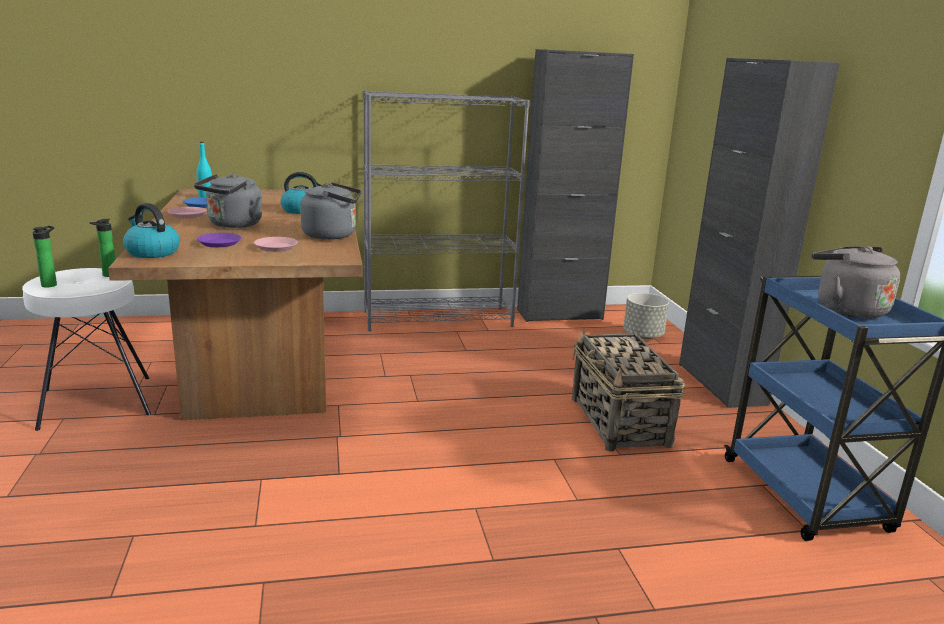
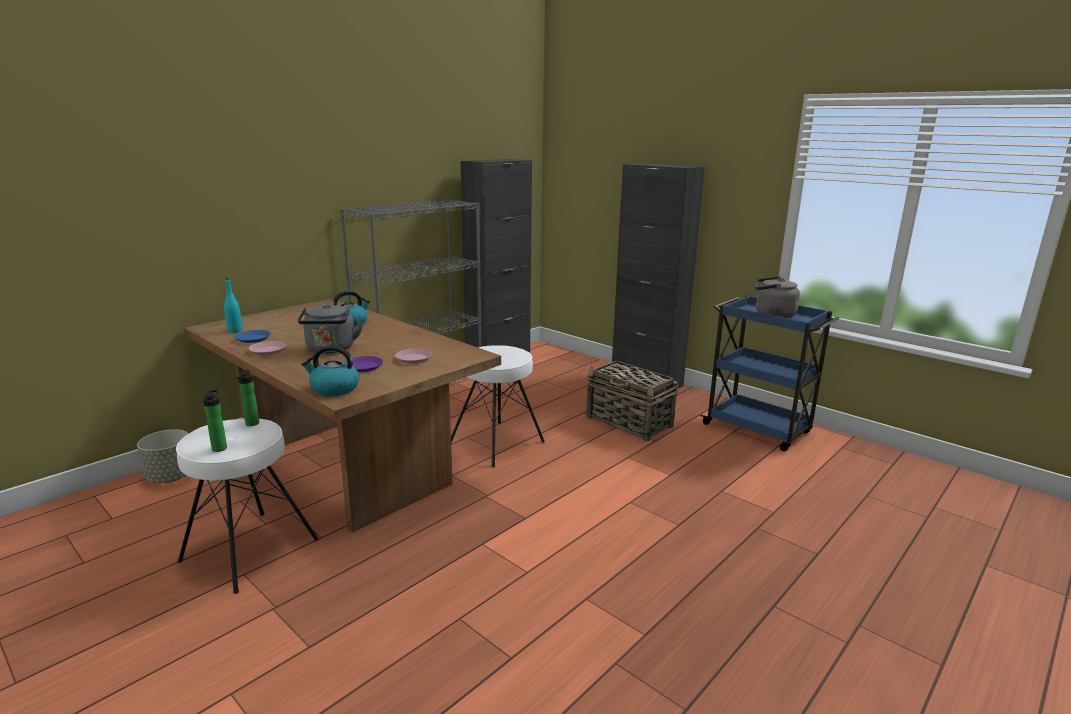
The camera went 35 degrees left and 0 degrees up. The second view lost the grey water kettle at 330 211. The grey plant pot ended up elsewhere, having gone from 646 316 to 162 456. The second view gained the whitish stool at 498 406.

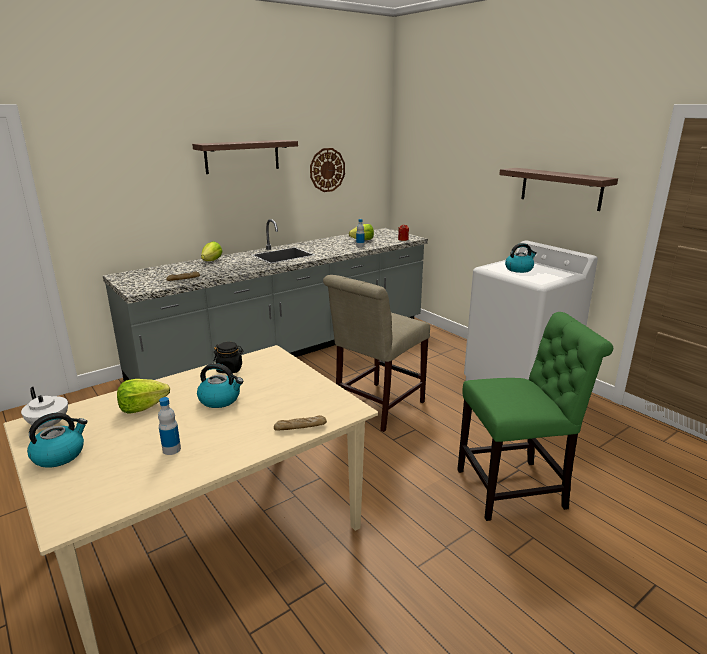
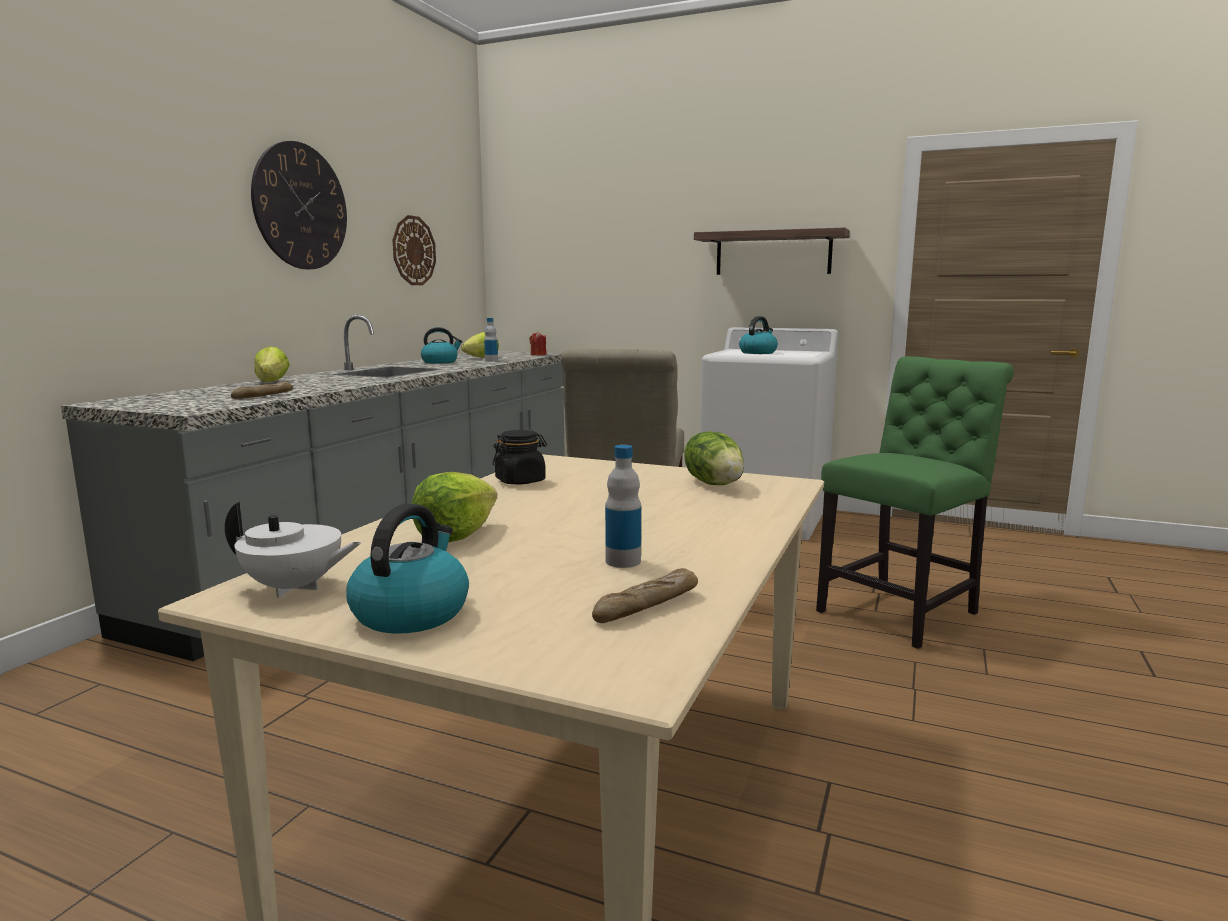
The camera went 30 degrees left and 10 degrees down. Where the wall shelf hung at 245 157, the wall clock came to hang at 299 205. The water kettle ended up elsewhere, having gone from 220 385 to 442 345. The bakery bread ended up elsewhere, having gone from 300 423 to 645 595. The second view gained the lettuce at 714 458.

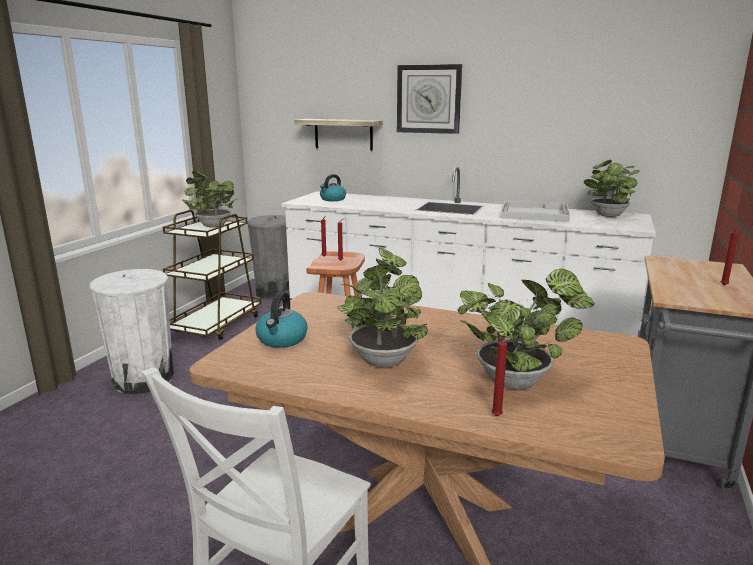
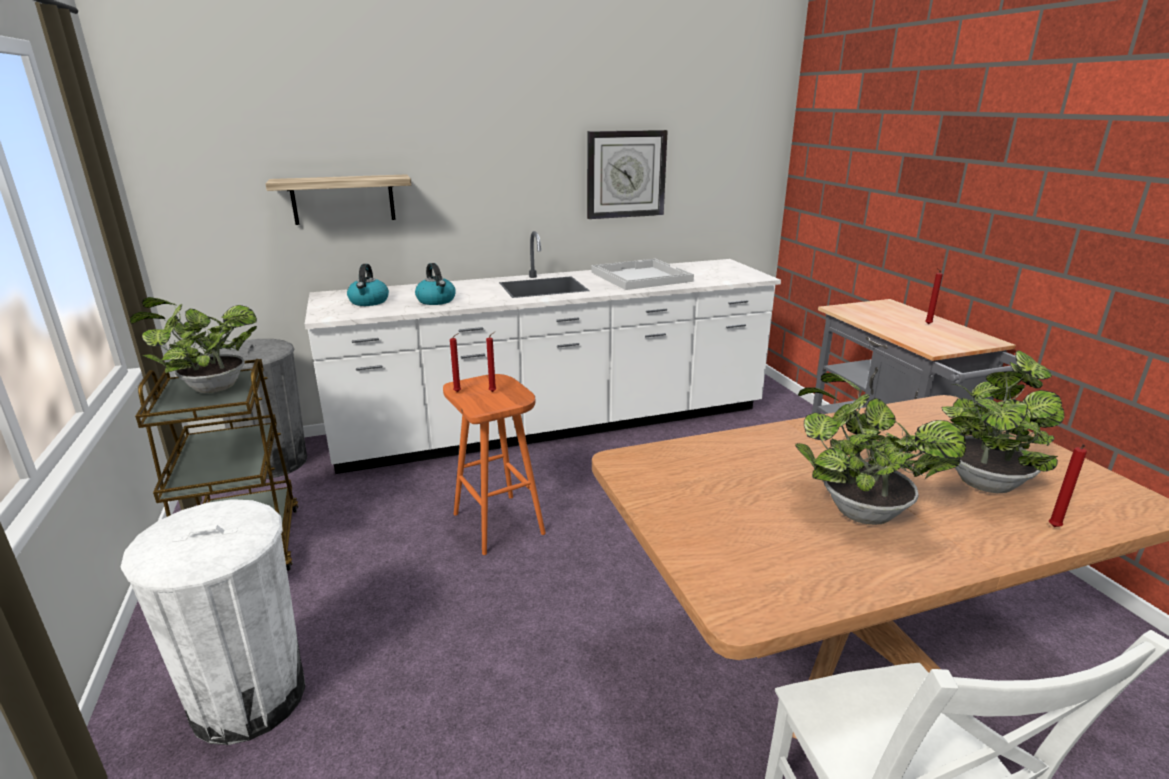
The camera went 40 degrees left and 5 degrees up. The wall clock ended up elsewhere, having gone from 429 99 to 627 174. The second view lost the houseplant at 612 188. The water kettle ended up elsewhere, having gone from 282 320 to 435 284.

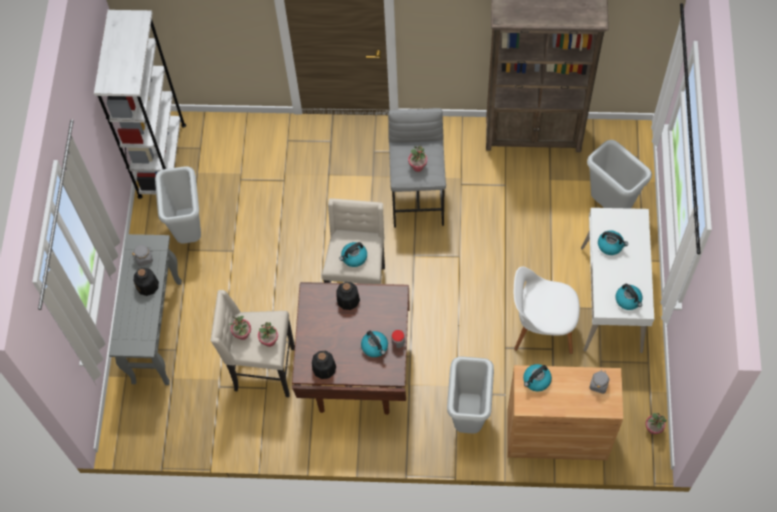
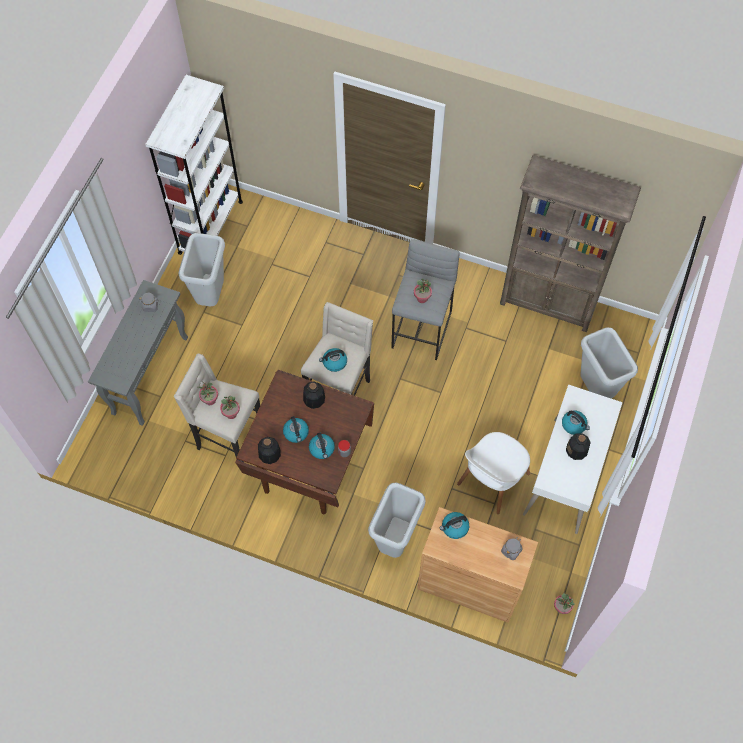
The camera went 15 degrees right and 0 degrees up. The whitish upright chair at 547 310 ended up facing another way, 75 degrees counterclockwise from before. The drink bottle ended up elsewhere, having gone from 146 282 to 578 446. The water kettle ended up elsewhere, having gone from 629 297 to 296 429.

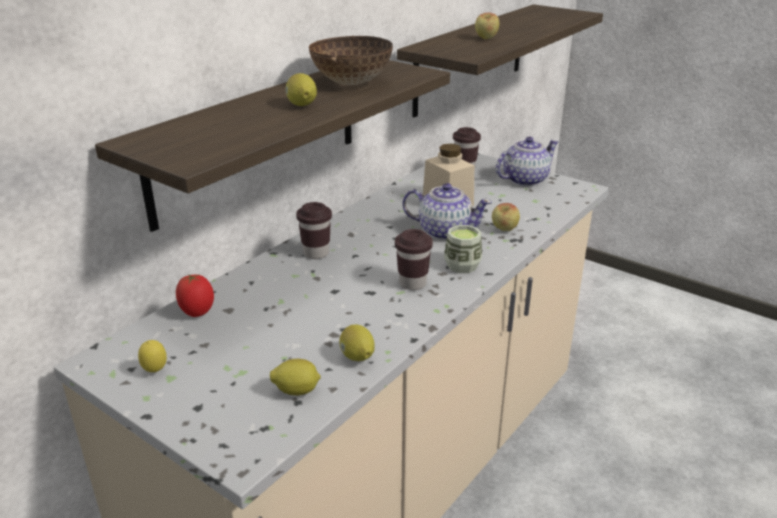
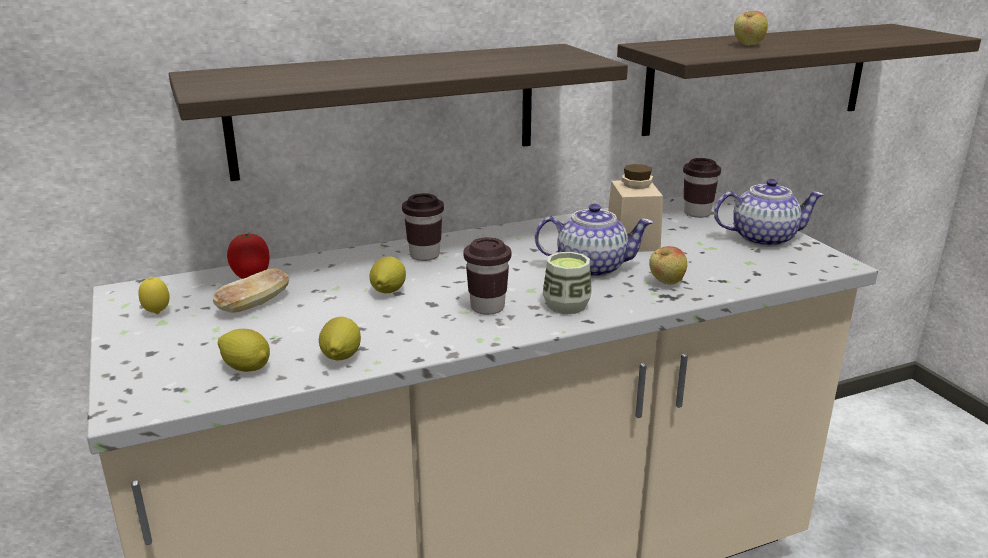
The camera went 30 degrees right and 5 degrees down. The second view lost the bowl at 351 60. The whole lemon ended up elsewhere, having gone from 301 89 to 387 274. The tea pot at 447 211 ended up facing another way, 45 degrees counterclockwise from before. The second view gained the bakery bread at 251 290.

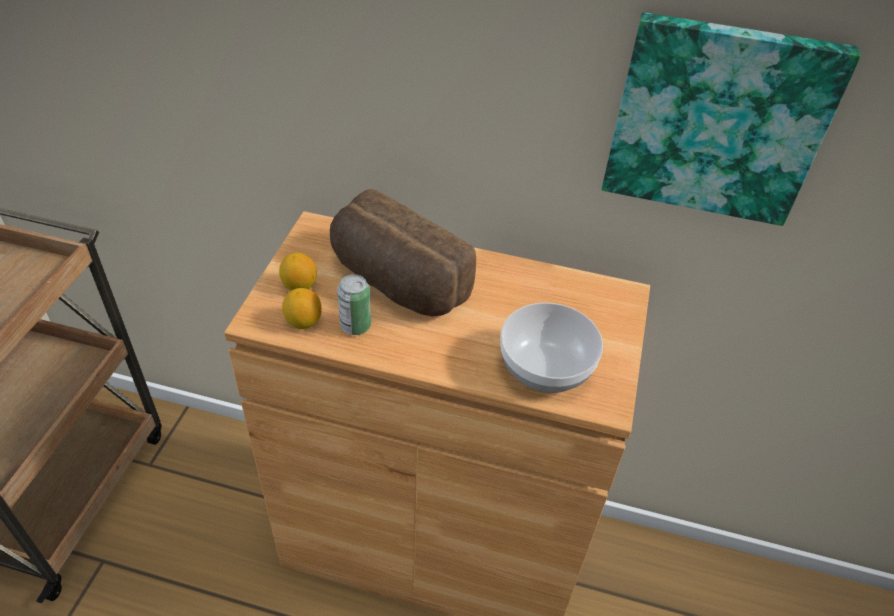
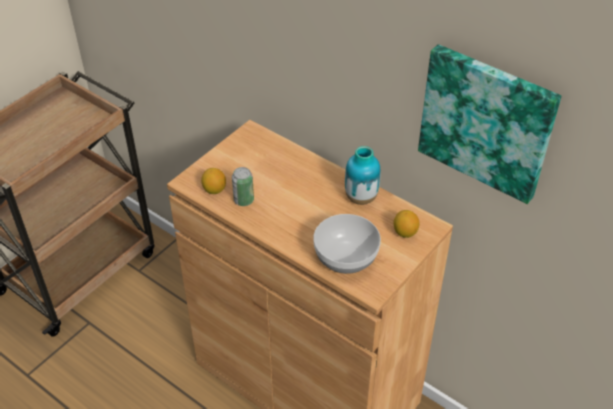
The camera went 25 degrees right and 0 degrees up. The second view lost the bakery bread at 403 252. The whole lemon ended up elsewhere, having gone from 298 271 to 406 224. The second view gained the flower vase at 363 175.

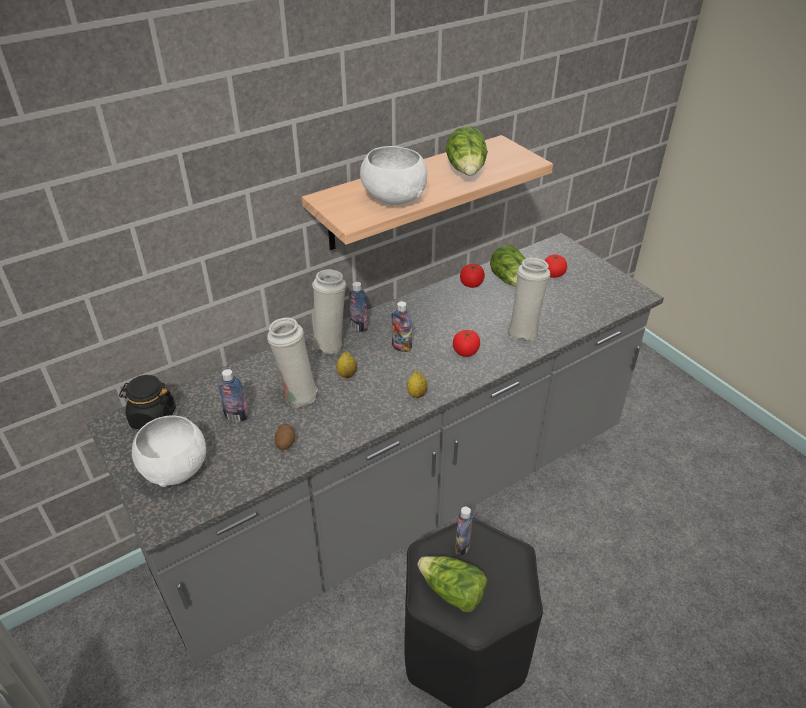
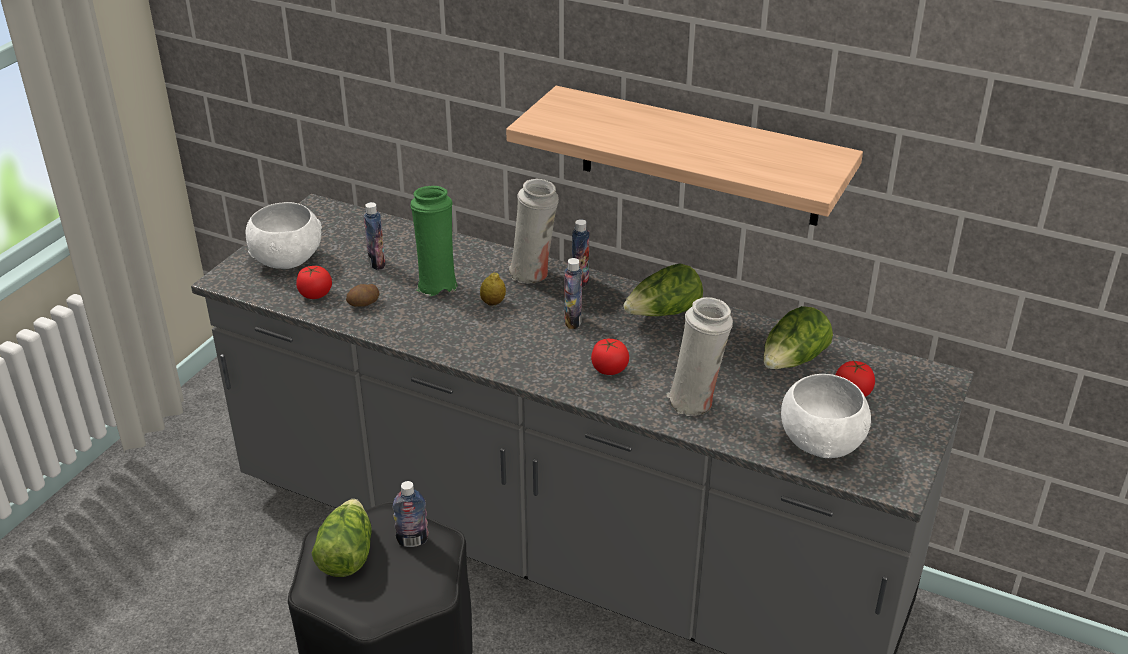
The camera went 60 degrees right and 5 degrees down. The lettuce ended up elsewhere, having gone from 467 151 to 663 289. The whitish bowl ended up elsewhere, having gone from 393 175 to 826 416. The fresh tomato ended up elsewhere, having gone from 472 276 to 314 282. What was the whitish flower vase at 292 362 turned into the green flower vase at 434 241. The second view lost the whole lemon at 417 384. The second view lost the blackish jar at 147 402.

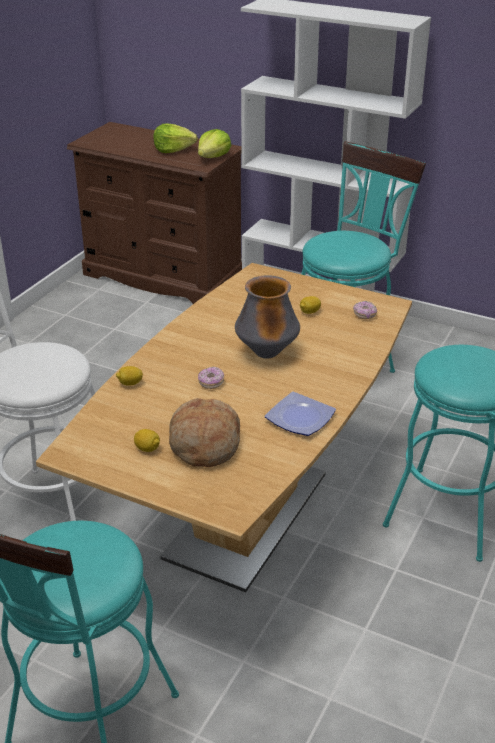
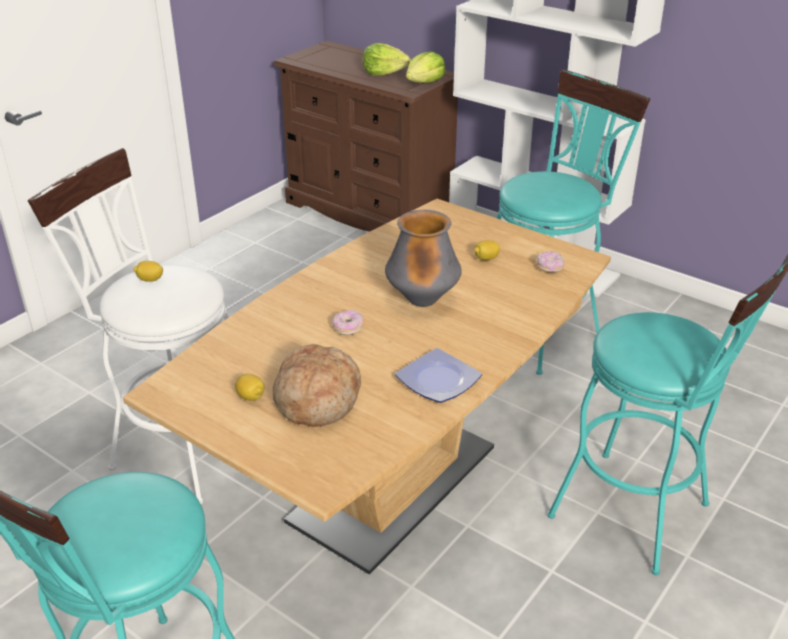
The camera went 10 degrees right and 0 degrees up. The whole lemon ended up elsewhere, having gone from 129 376 to 148 271.

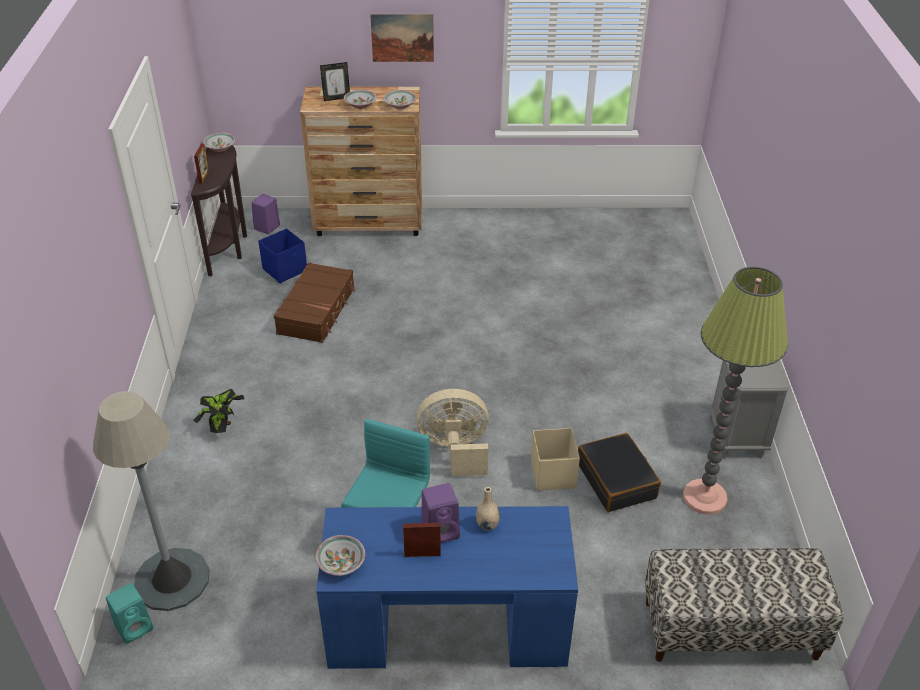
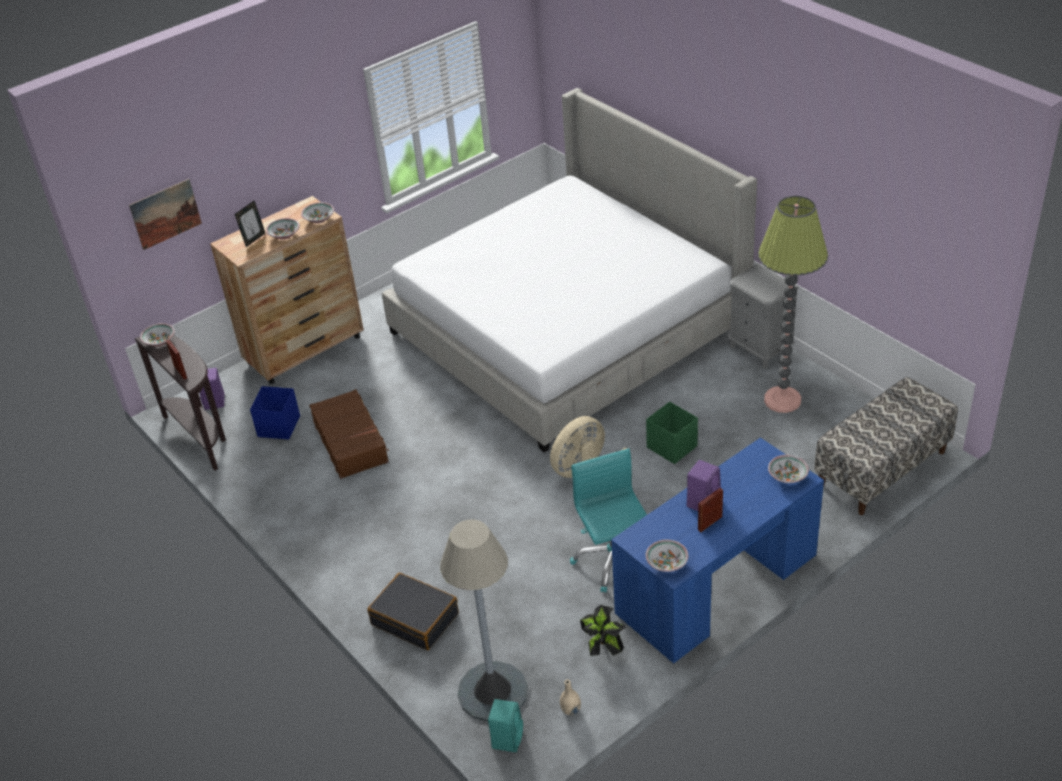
The camera went 35 degrees left and 0 degrees up. The picture ended up elsewhere, having gone from 402 38 to 165 214. The houseplant ended up elsewhere, having gone from 219 411 to 602 630. What was the sand-coloured storage box at 555 459 turned into the green storage box at 672 433. The blackish suitcase ended up elsewhere, having gone from 619 472 to 412 611. The sand-coloured flower vase ended up elsewhere, having gone from 488 509 to 570 698. The second view gained the sleeping bed at 569 270. The second view gained the bowl at 788 469.

